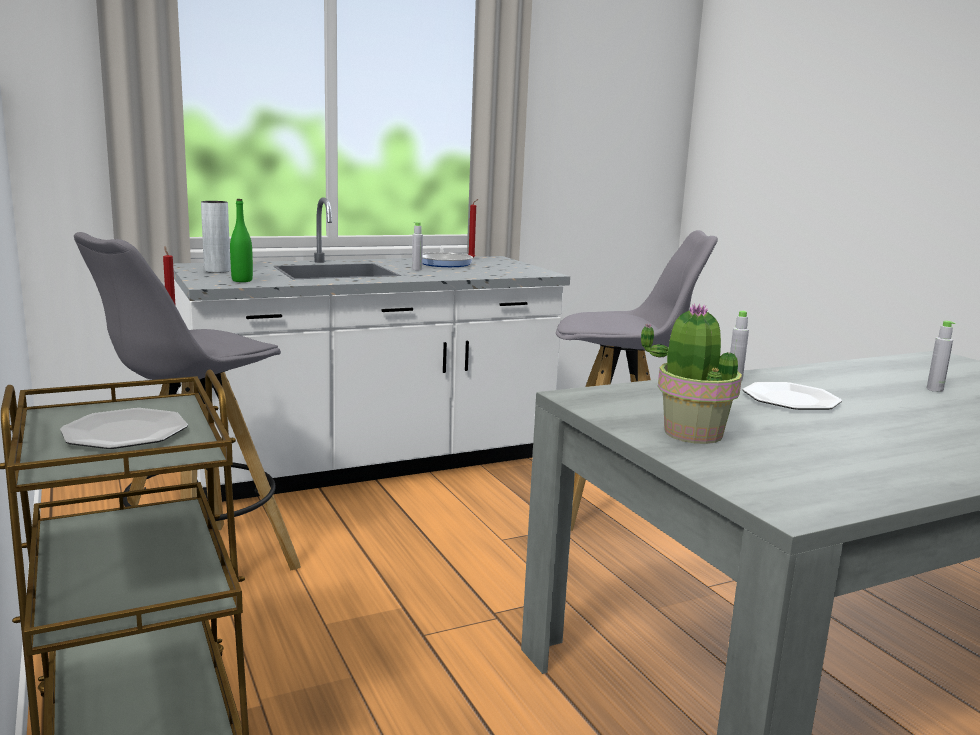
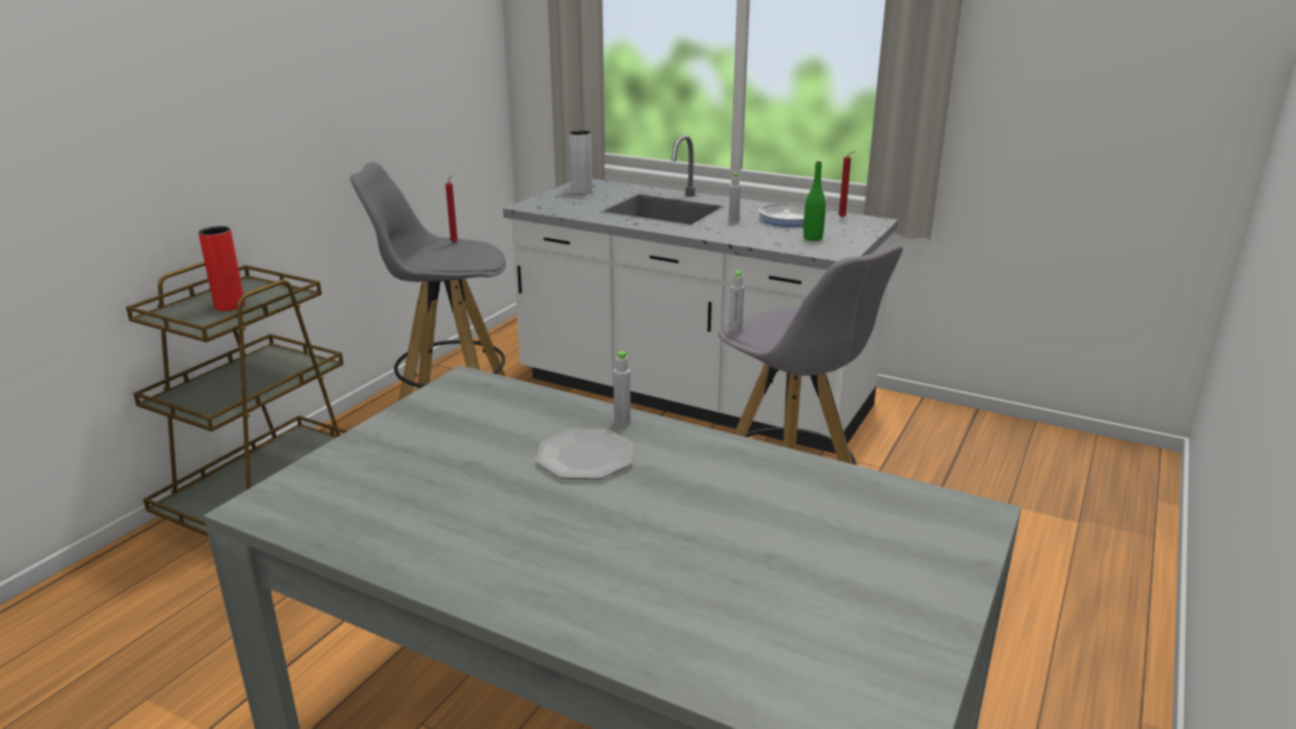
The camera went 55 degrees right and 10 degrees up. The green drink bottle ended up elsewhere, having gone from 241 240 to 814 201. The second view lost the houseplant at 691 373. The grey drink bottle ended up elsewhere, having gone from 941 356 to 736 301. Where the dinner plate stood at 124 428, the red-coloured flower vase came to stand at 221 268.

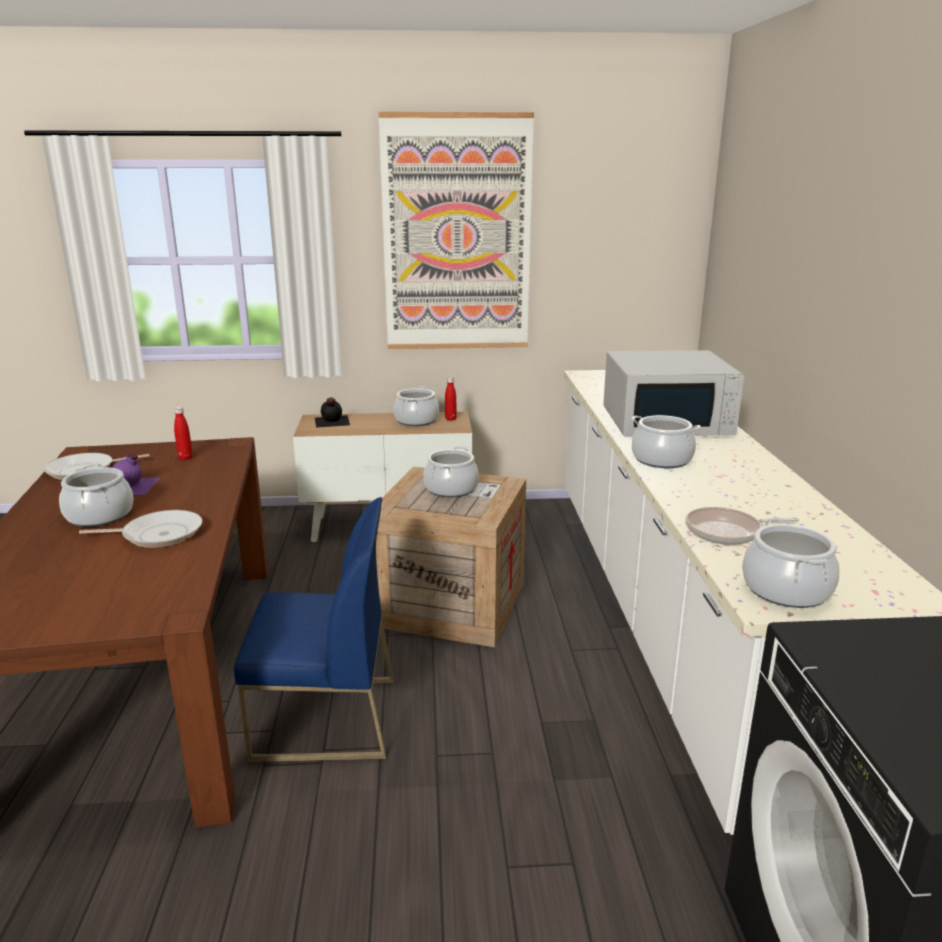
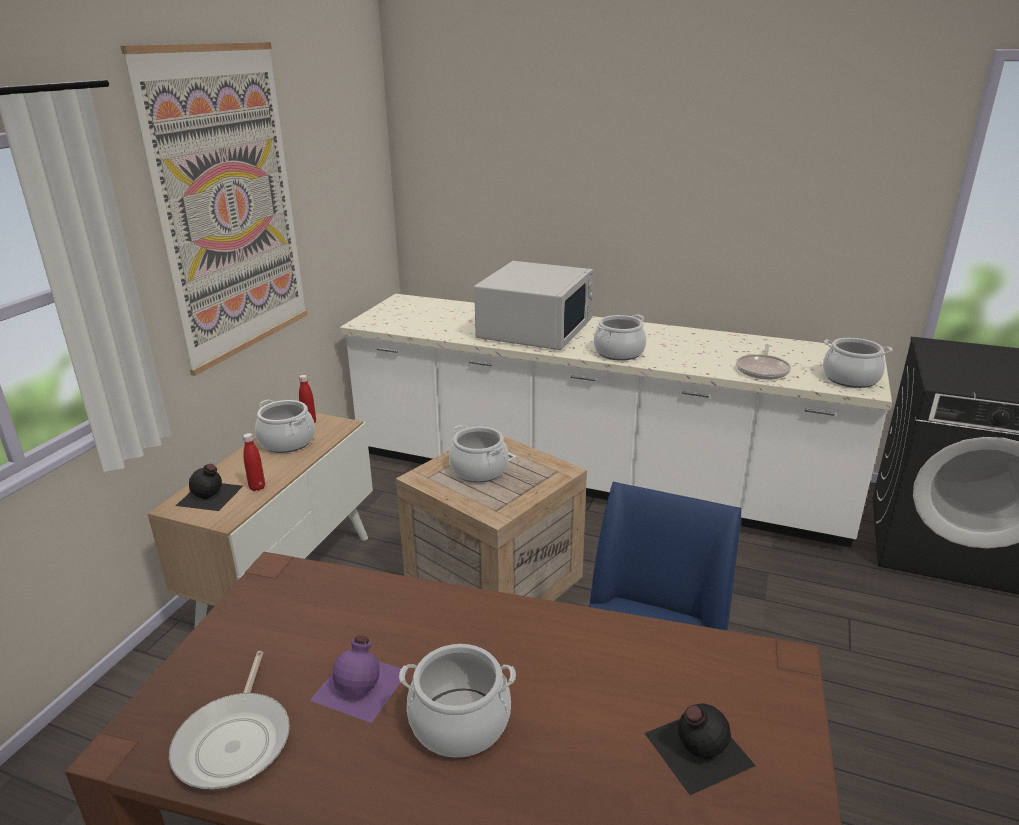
The camera went 65 degrees left and 5 degrees up. The red-coloured drink bottle ended up elsewhere, having gone from 183 433 to 254 462. The second view lost the skillet at 140 529. The second view gained the blackish drink bottle at 700 749.

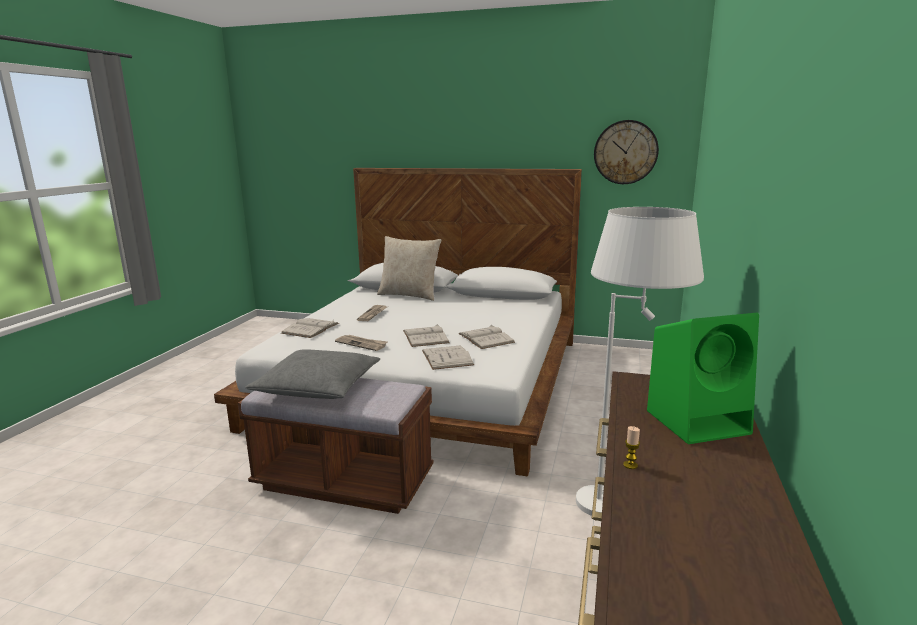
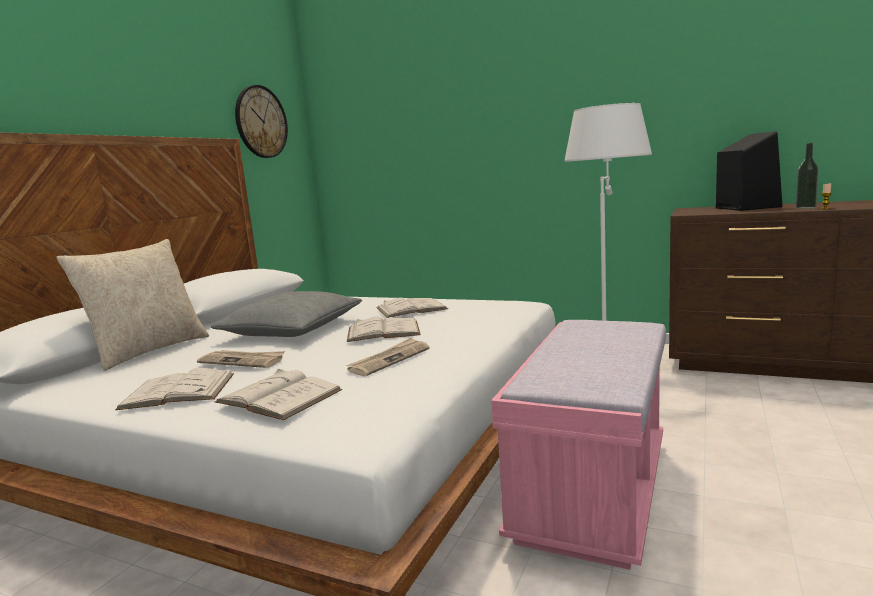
The camera went 80 degrees left and 5 degrees down. What was the green loudspeaker at 703 378 turned into the blackish loudspeaker at 749 171. The whitish book ended up elsewhere, having gone from 448 357 to 174 389. The grey cushion ended up elsewhere, having gone from 312 374 to 286 314. What was the brown-coloured indoor bench at 336 446 turned into the pink-coloured indoor bench at 578 445. The second view gained the drink bottle at 807 176.

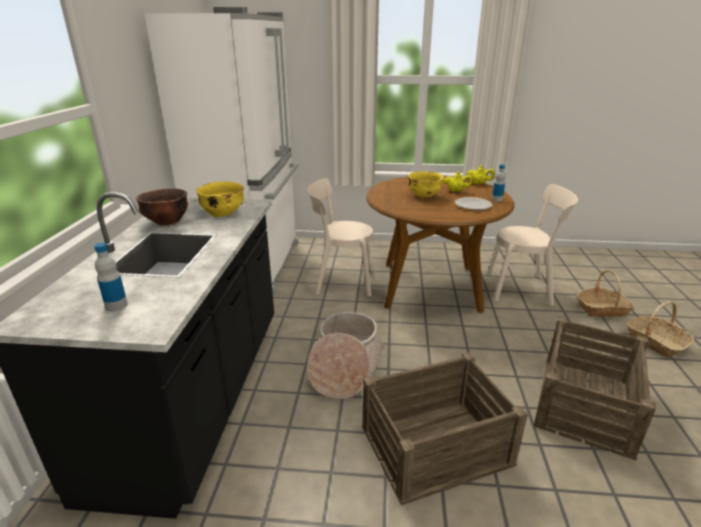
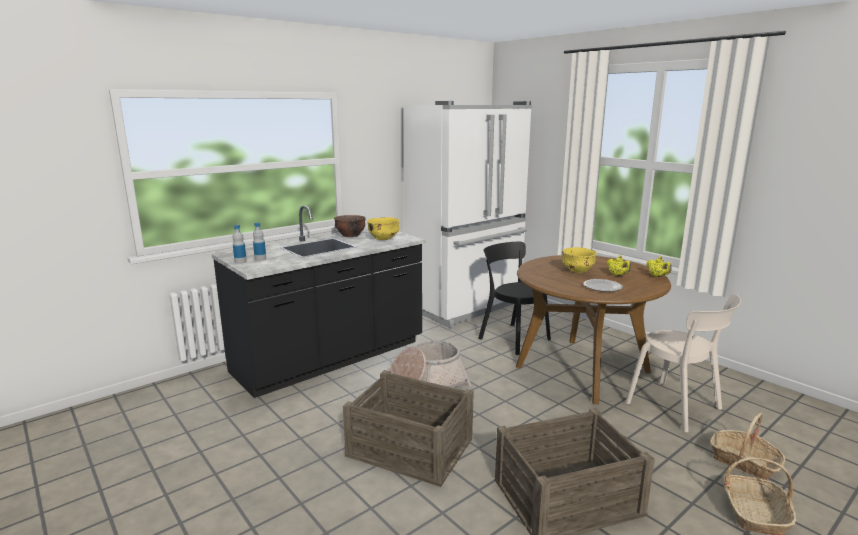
The camera went 45 degrees right and 10 degrees down. The drink bottle ended up elsewhere, having gone from 499 183 to 240 244. What was the sand-coloured upright chair at 340 237 turned into the blackish upright chair at 514 298.

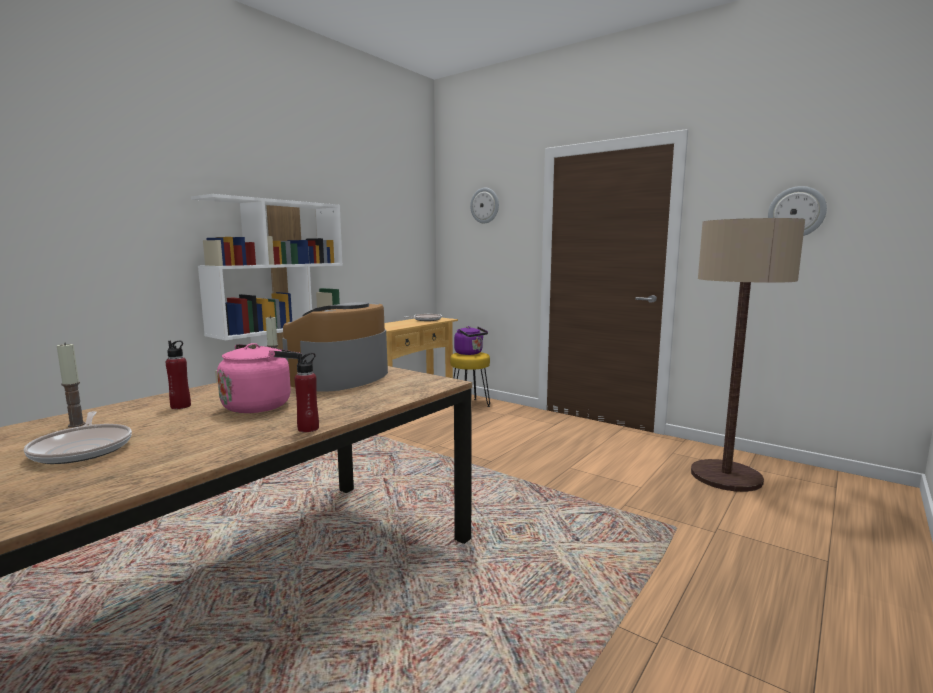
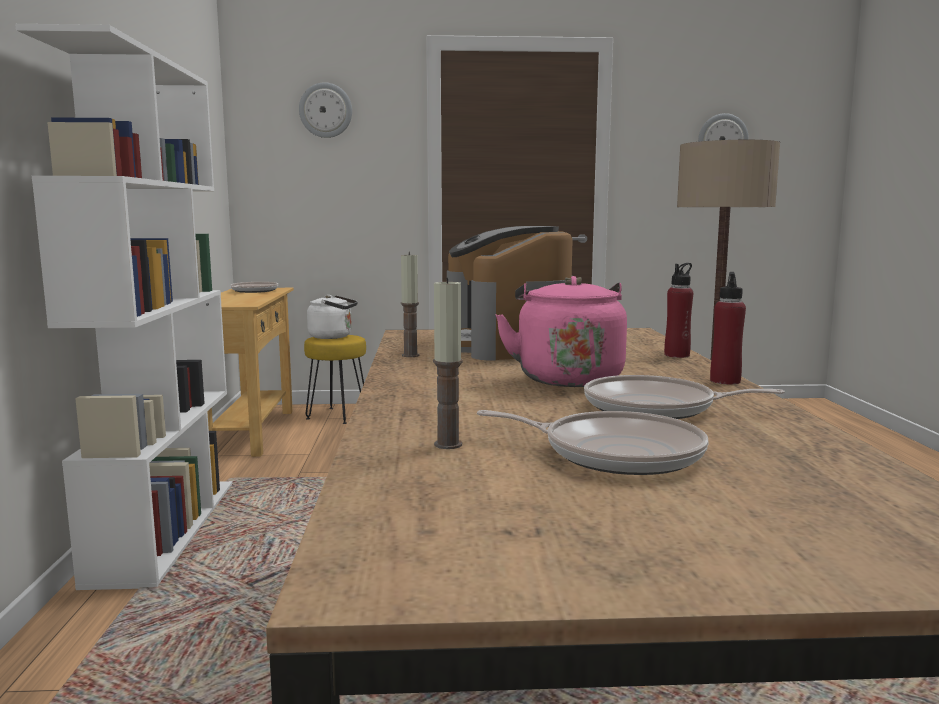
The camera went 40 degrees left and 0 degrees up. What was the purple water kettle at 471 340 turned into the whitish water kettle at 332 317. The red-coloured drink bottle ended up elsewhere, having gone from 178 375 to 678 310. The second view gained the skillet at 684 397.

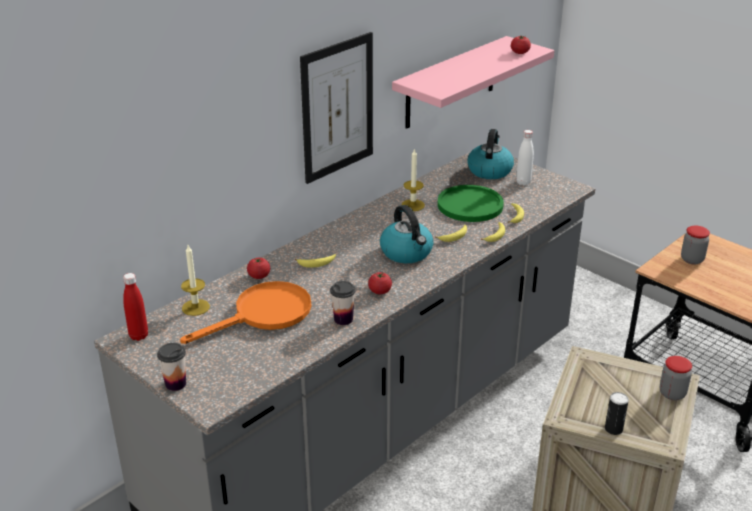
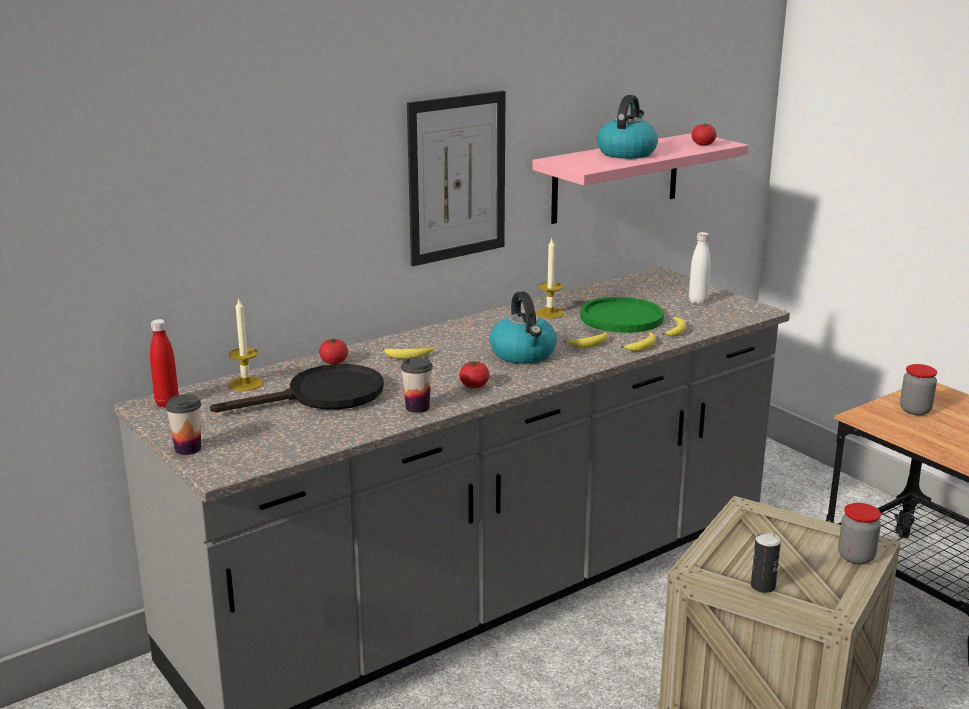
The camera went 10 degrees right and 10 degrees down. The water kettle ended up elsewhere, having gone from 490 154 to 627 127. What was the orange skillet at 245 312 turned into the blackish skillet at 297 388.

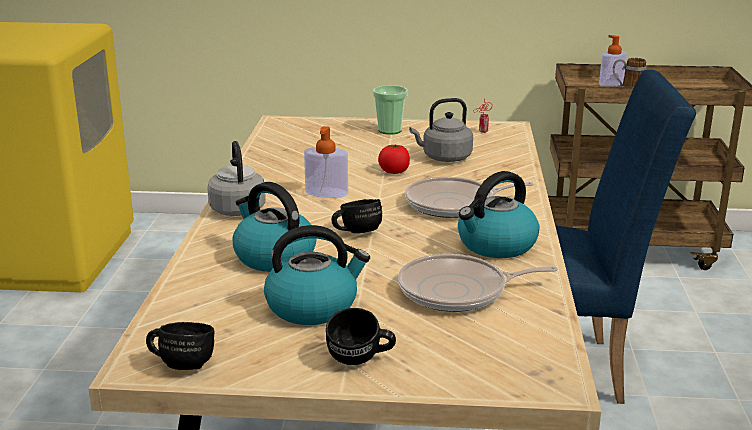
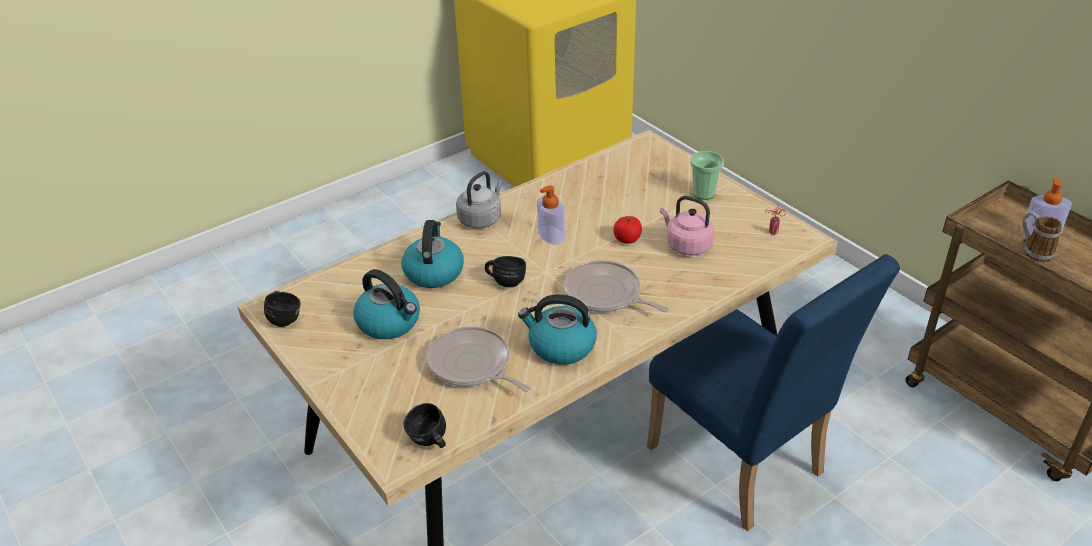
The camera went 50 degrees right and 15 degrees up. What was the grey water kettle at 441 130 turned into the pink-coloured water kettle at 687 225. The blackish tea mug ended up elsewhere, having gone from 361 336 to 424 425.

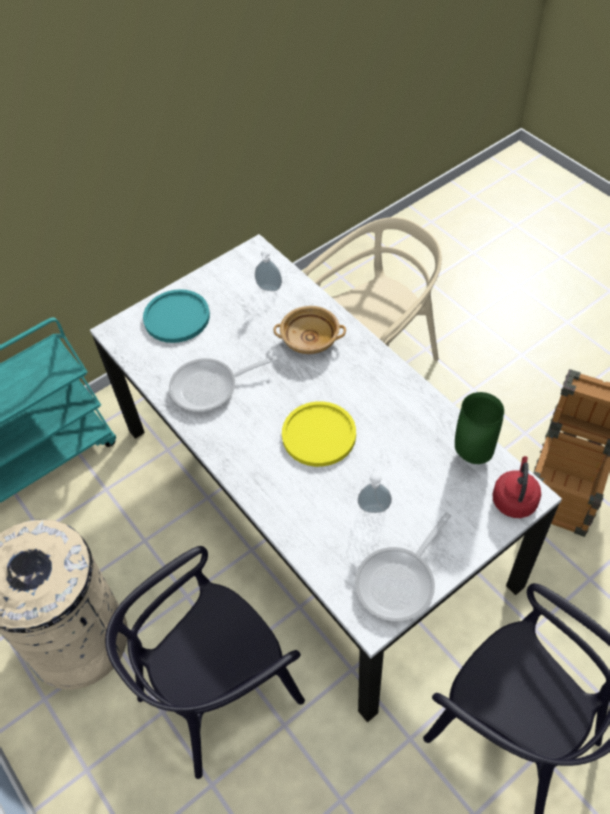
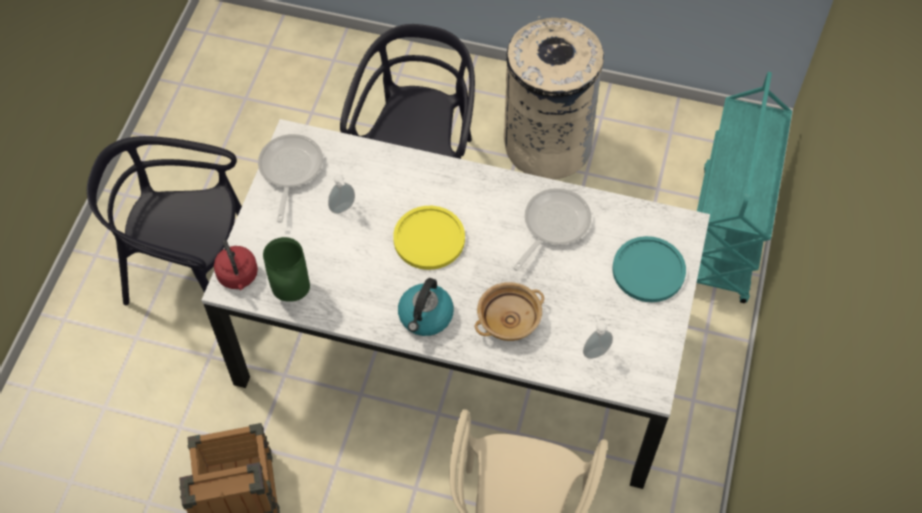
The camera went 140 degrees right and 5 degrees up. The second view gained the water kettle at 426 307.

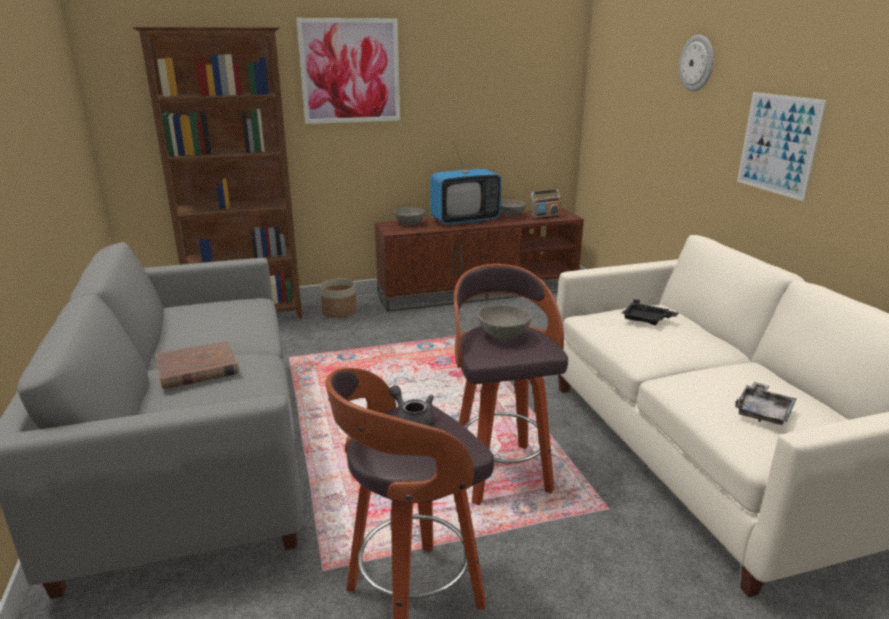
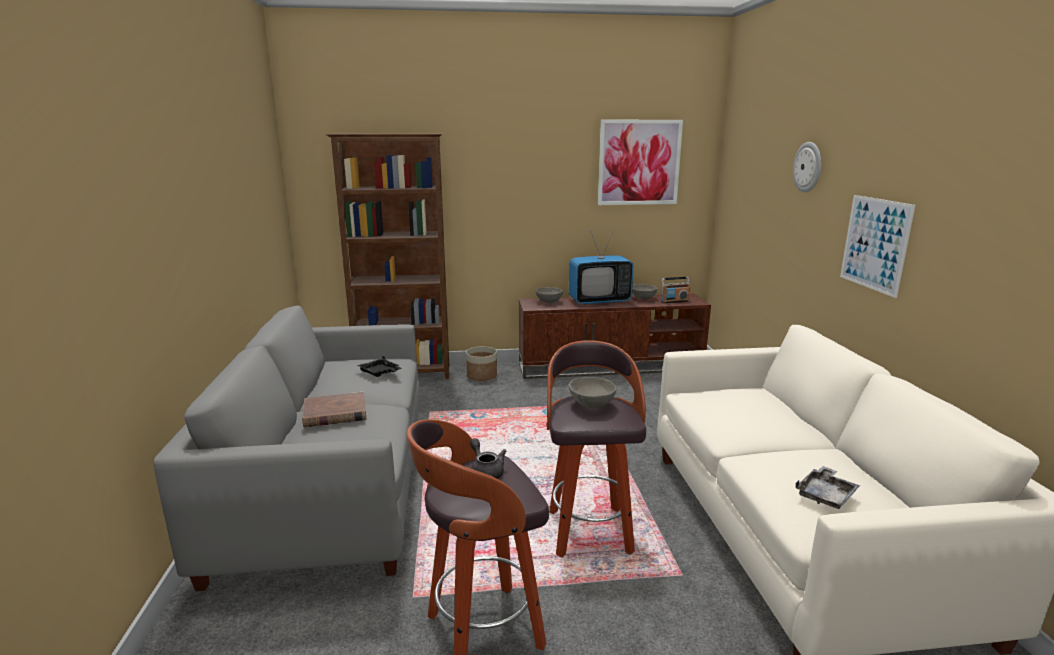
The camera went 10 degrees right and 5 degrees down. The picture ended up elsewhere, having gone from 348 71 to 640 162. The blackish carrying tray ended up elsewhere, having gone from 650 312 to 379 366.

